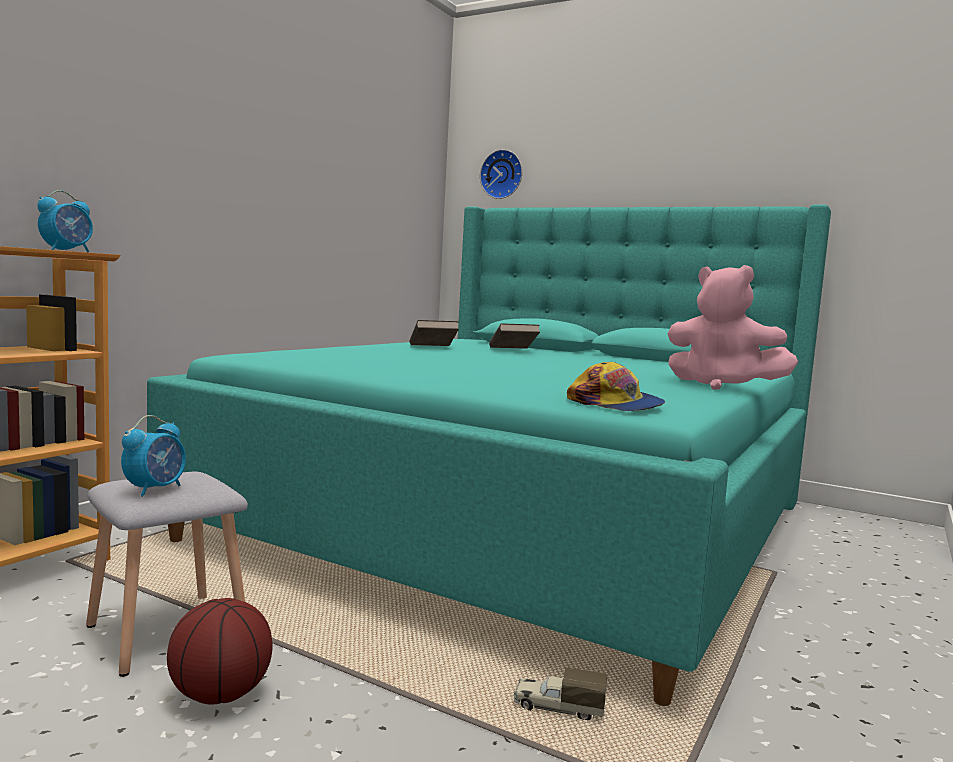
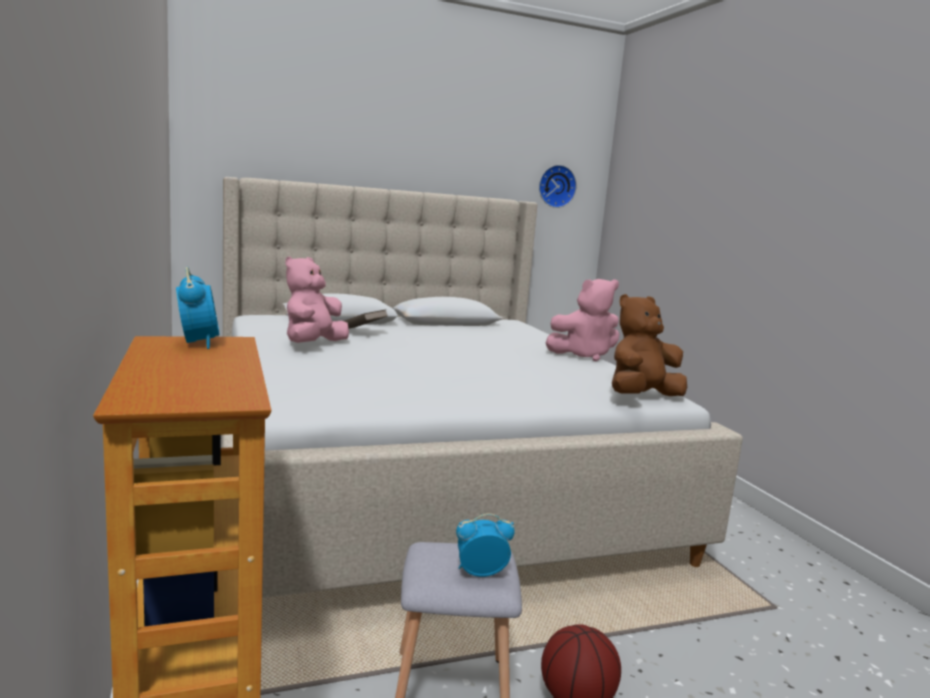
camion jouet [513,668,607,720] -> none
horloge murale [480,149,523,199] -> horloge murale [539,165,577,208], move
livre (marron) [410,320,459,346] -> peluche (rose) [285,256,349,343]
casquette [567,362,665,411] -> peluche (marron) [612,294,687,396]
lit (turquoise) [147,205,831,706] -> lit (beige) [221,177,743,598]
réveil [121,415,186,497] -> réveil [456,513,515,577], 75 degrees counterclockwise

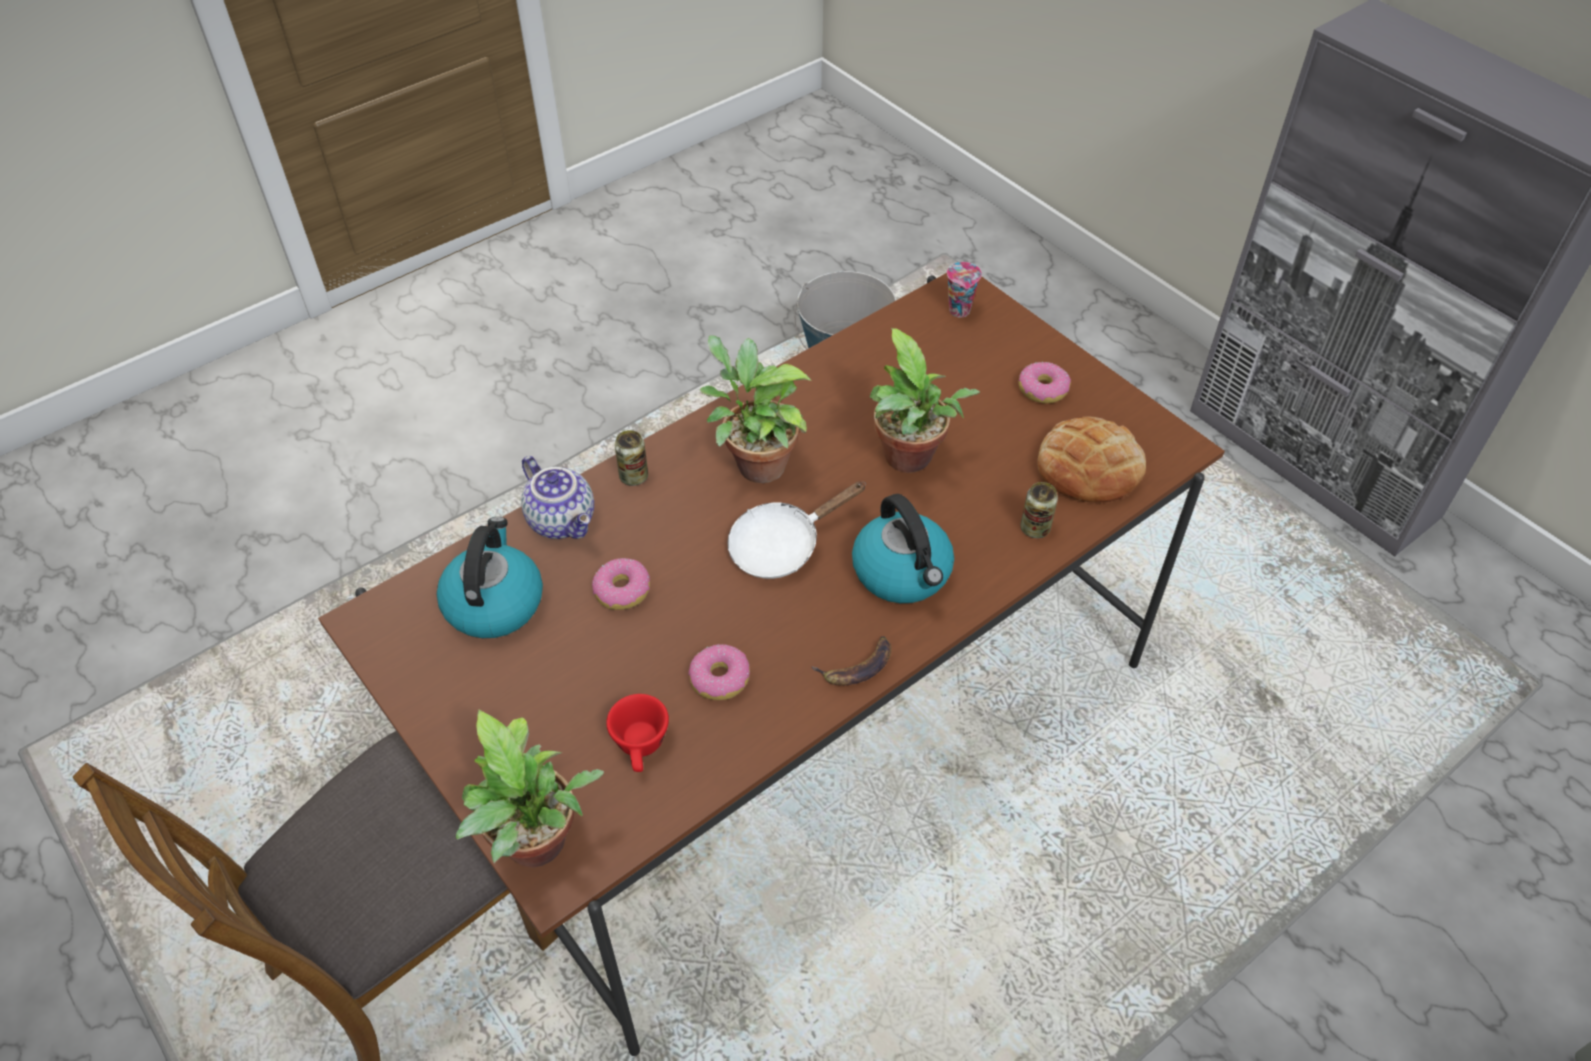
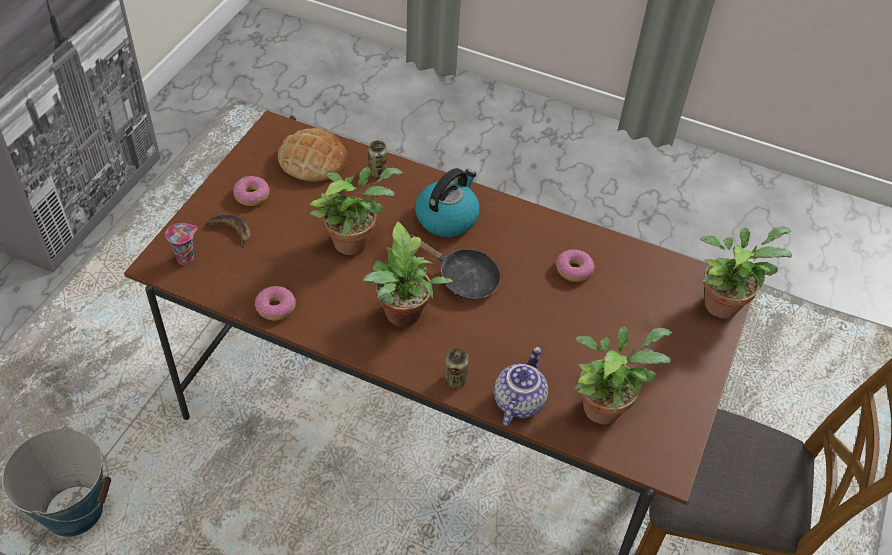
tasse (rouge) [606,694,669,772] -> none
beignet [592,558,650,610] -> beignet [255,286,296,321], move
banane [811,636,892,685] -> banane [206,215,251,250], move
bouilloire [436,517,543,638] -> plante en pot [575,327,672,424]
poêle (blanc) [727,481,866,579] -> poêle (noir) [410,234,501,300]

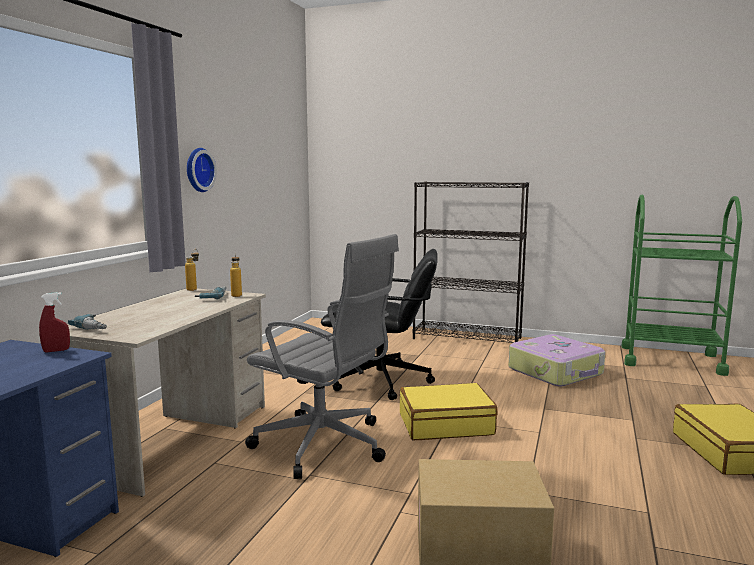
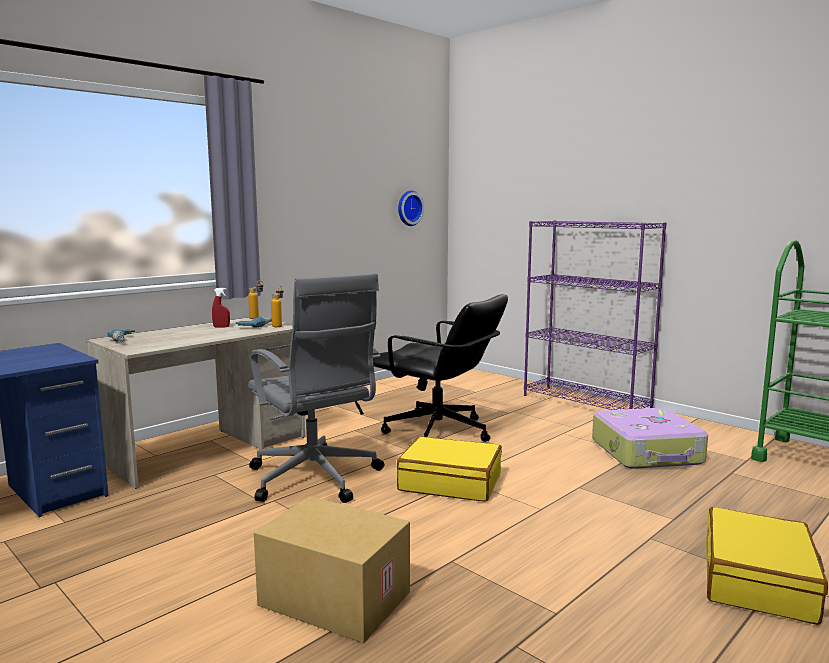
vaporisateur (rouge) [39,292,70,352] -> vaporisateur (rouge) [212,288,230,327], move
horloge murale [187,148,217,192] -> horloge murale [398,191,424,226], move
bibliothèque (noir) [413,181,529,343] -> bibliothèque (violet) [524,220,667,410]

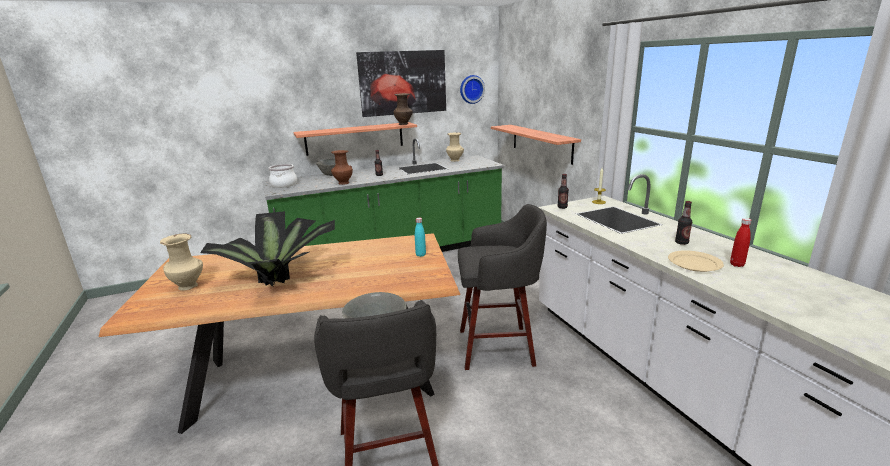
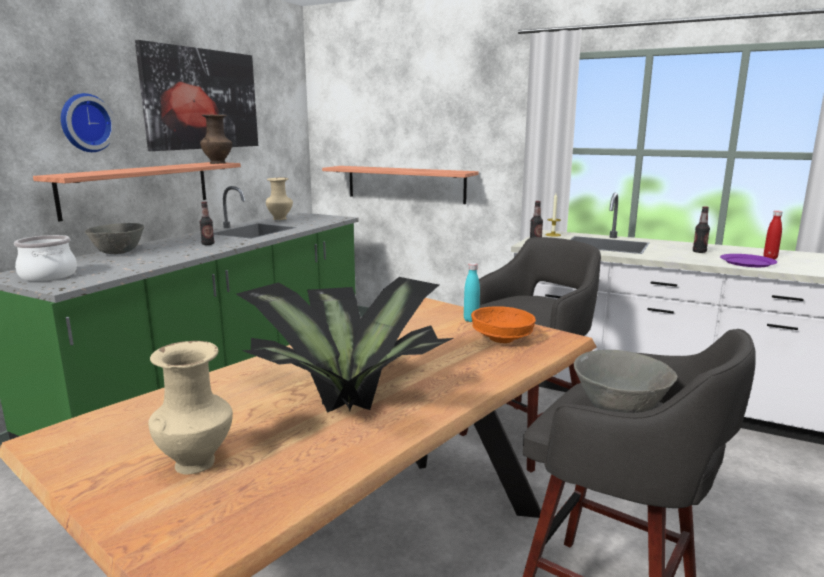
vase (marron) [331,150,353,185] -> none
none -> bol (orange) [471,306,536,343]
horloge murale [460,75,485,104] -> horloge murale [61,93,116,152], move
assiette (beige) [668,250,724,272] -> assiette (violet) [720,254,777,267]

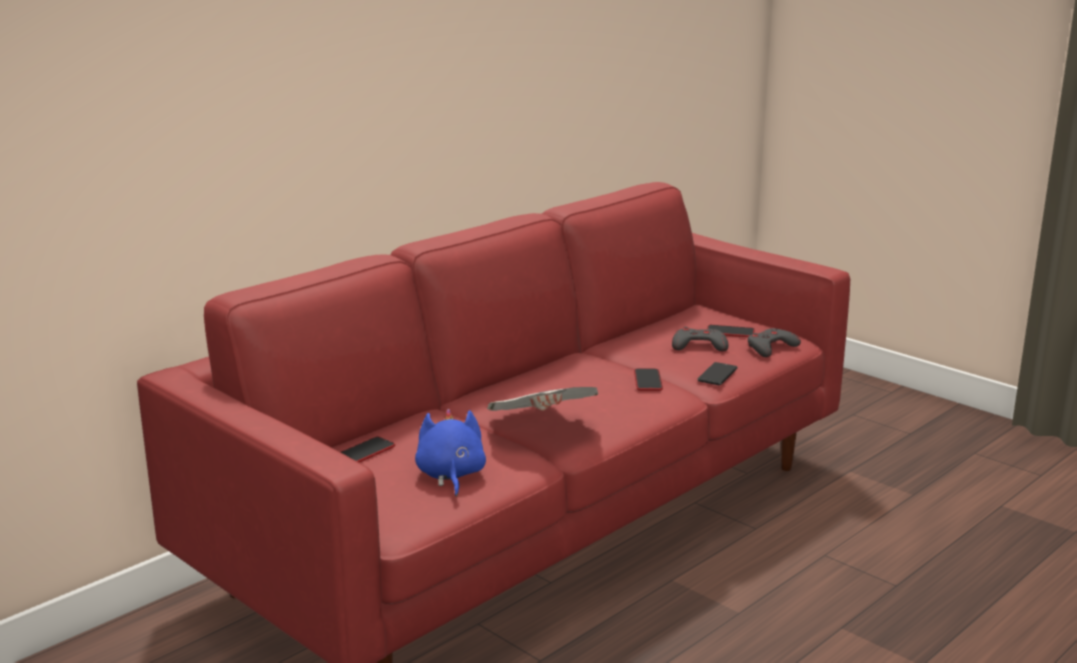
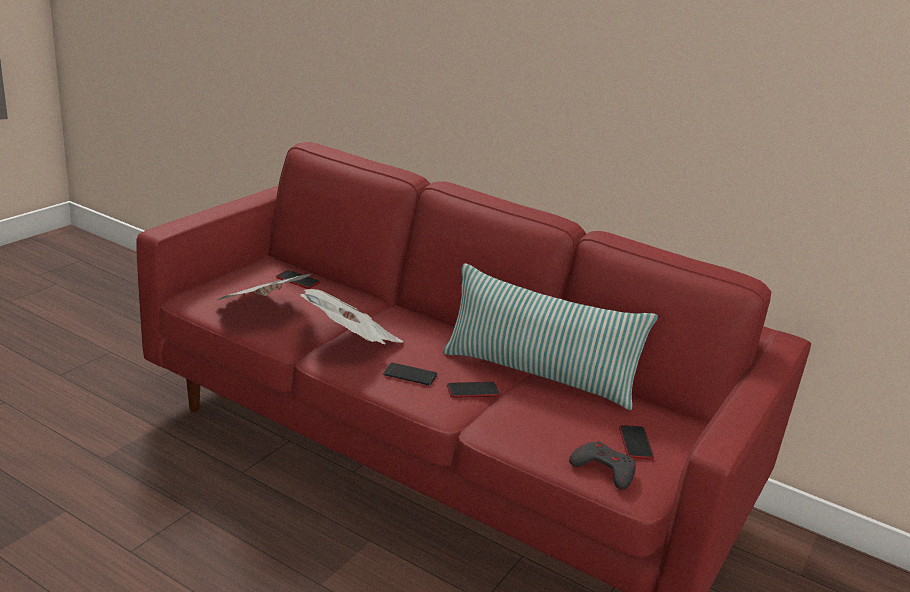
manette (gris) [672,327,729,351] -> none
none -> coussin [443,263,658,410]
téléphone [697,362,738,385] -> téléphone [383,363,437,385], move
peluche (bleu) [415,409,486,497] -> journal [217,274,311,300]

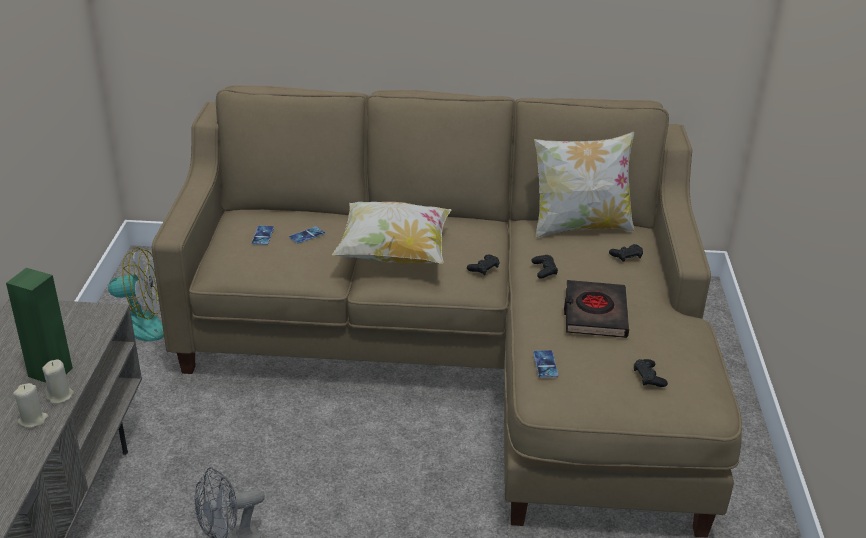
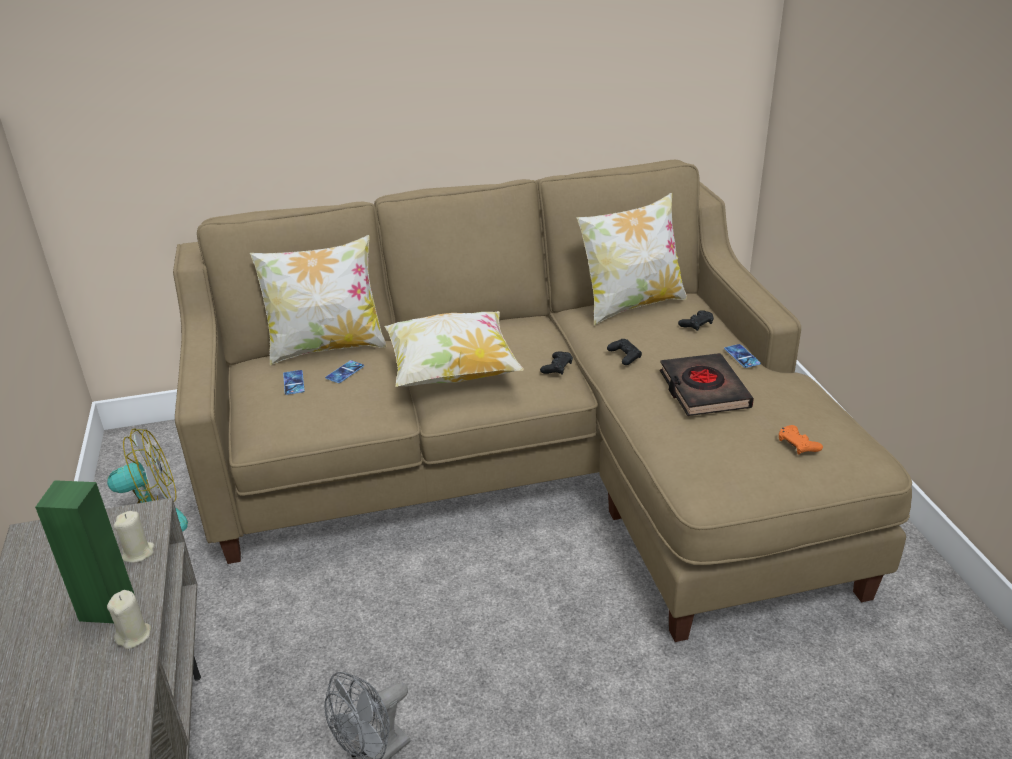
none -> coussin [250,235,387,365]
bougie (beige) [13,383,48,428] -> bougie (beige) [114,511,154,563], move
téléphone [533,350,558,377] -> téléphone [724,344,761,368], move
manette (noir) [634,359,668,387] -> manette (orange) [779,425,823,455]

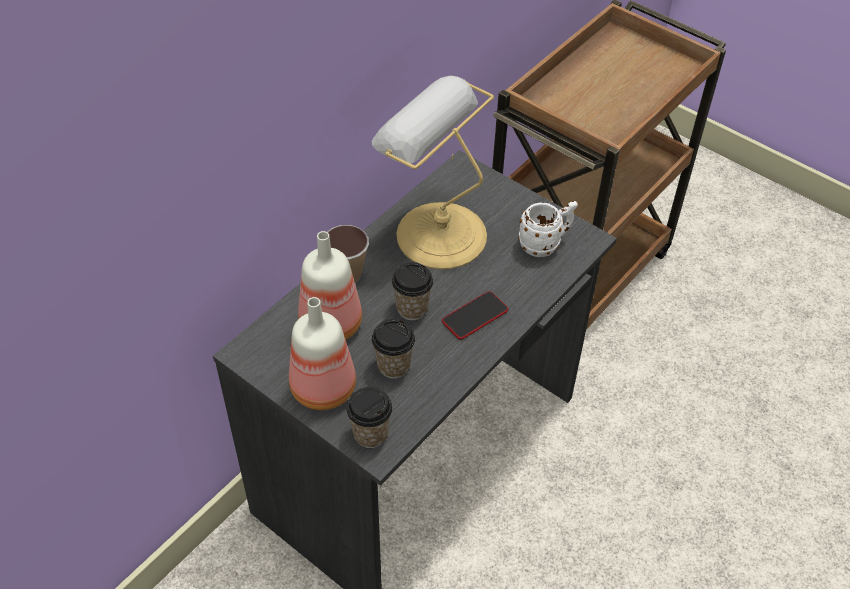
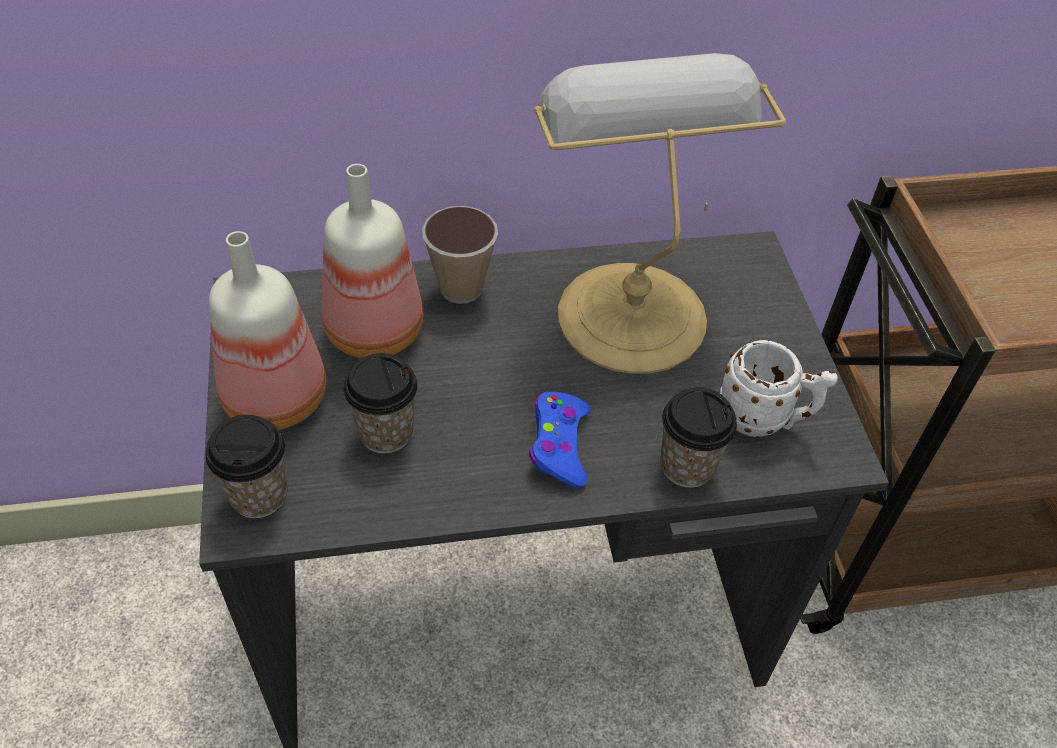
tasse [392,262,433,320] -> tasse [660,387,737,488], move
téléphone [442,291,508,340] -> manette (bleu) [529,392,591,488]

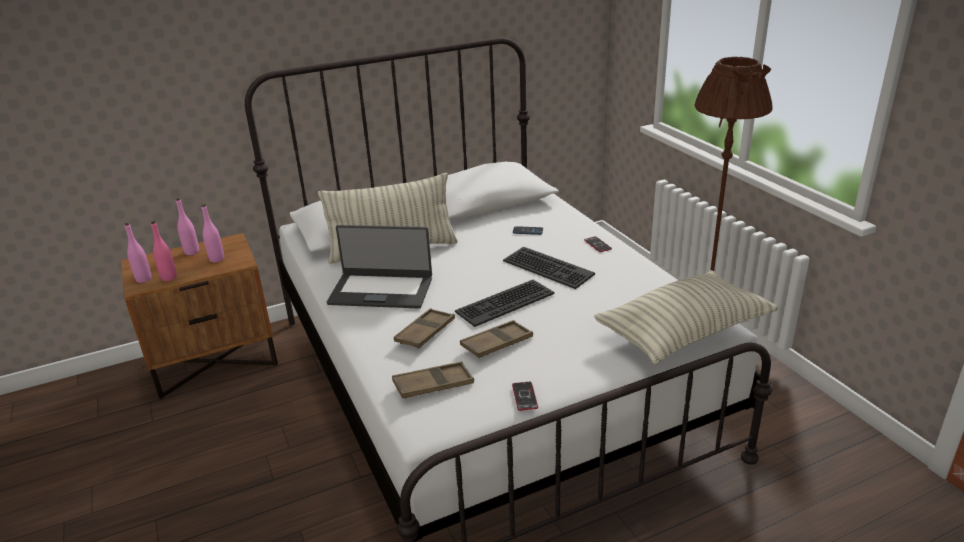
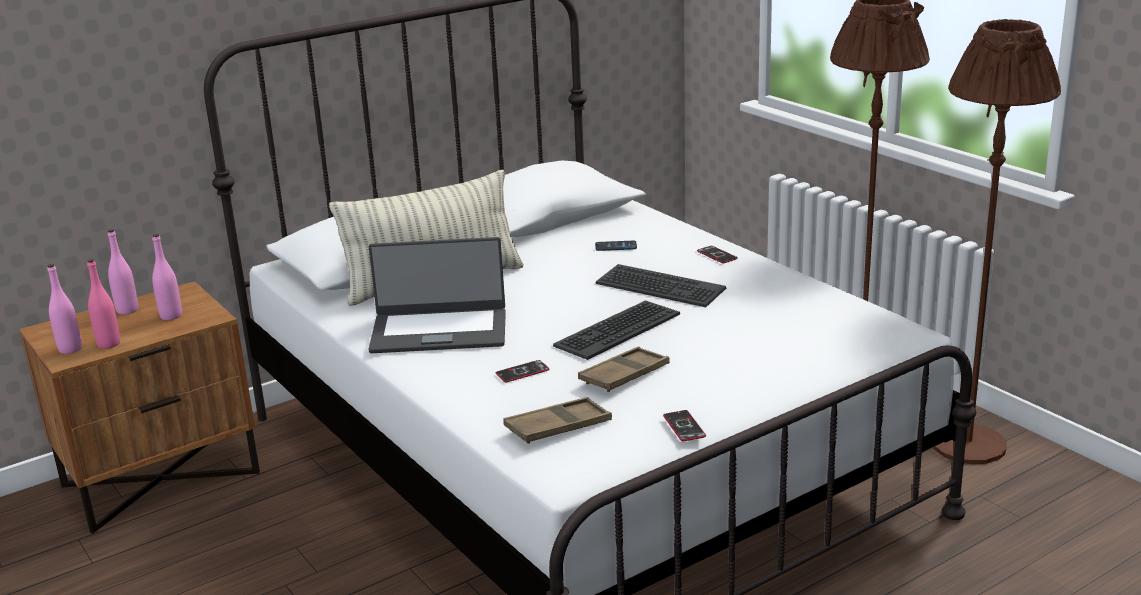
coussin [594,270,778,364] -> none
none -> lampadaire (marron) [933,19,1061,464]
plateau (marron) [394,308,455,349] -> téléphone [496,360,549,382]

